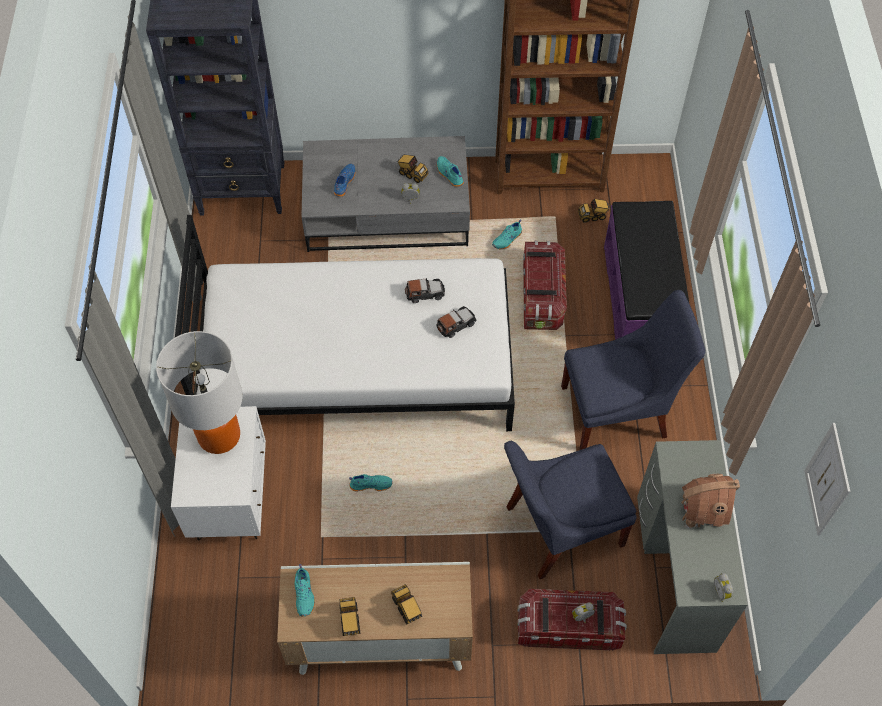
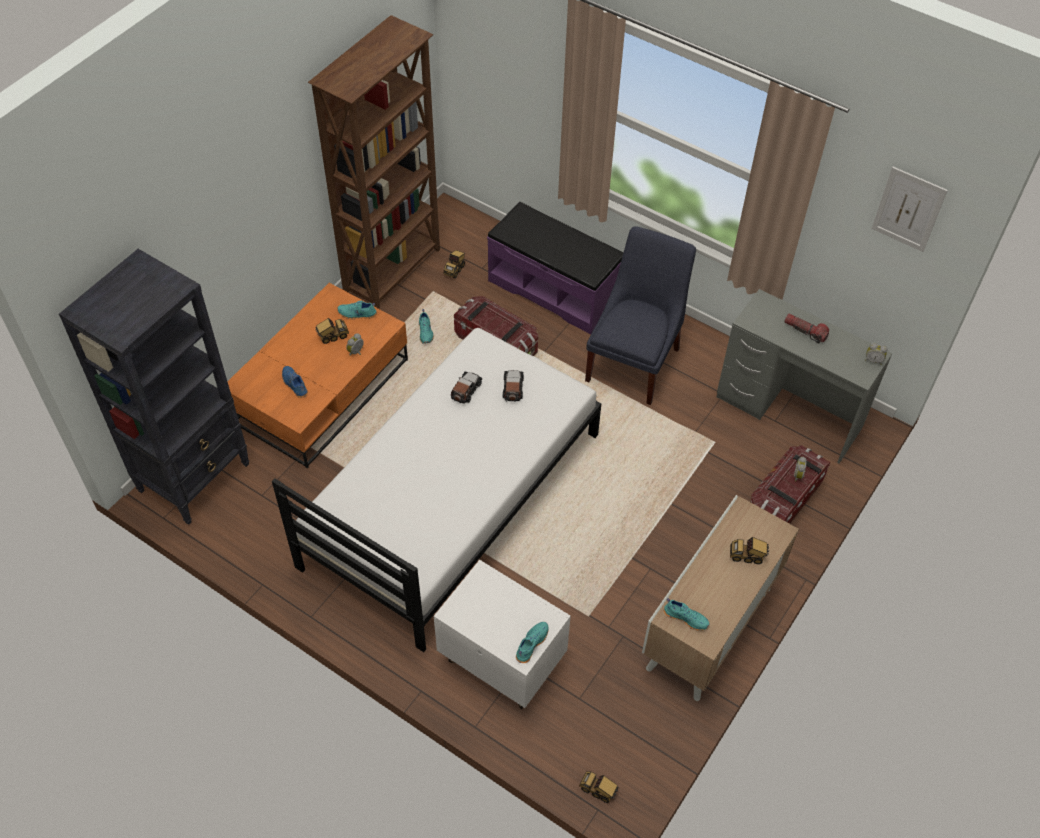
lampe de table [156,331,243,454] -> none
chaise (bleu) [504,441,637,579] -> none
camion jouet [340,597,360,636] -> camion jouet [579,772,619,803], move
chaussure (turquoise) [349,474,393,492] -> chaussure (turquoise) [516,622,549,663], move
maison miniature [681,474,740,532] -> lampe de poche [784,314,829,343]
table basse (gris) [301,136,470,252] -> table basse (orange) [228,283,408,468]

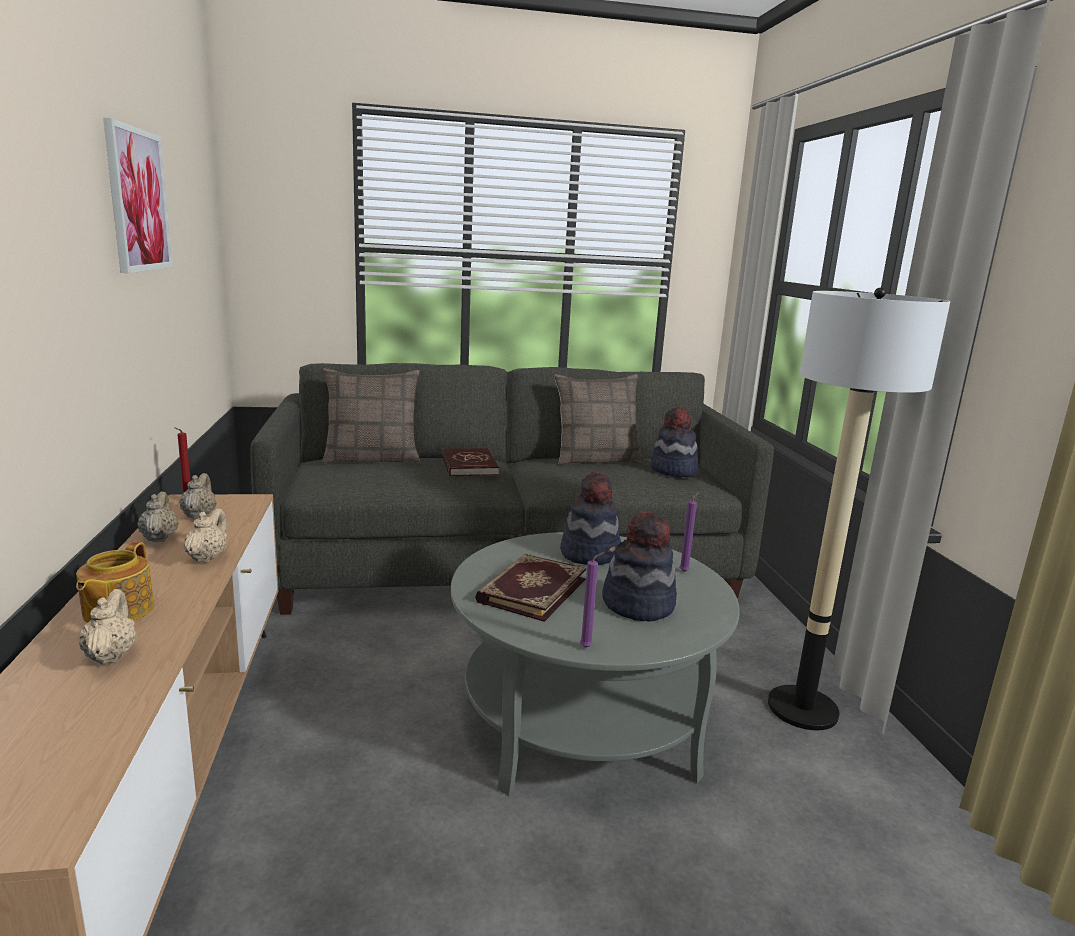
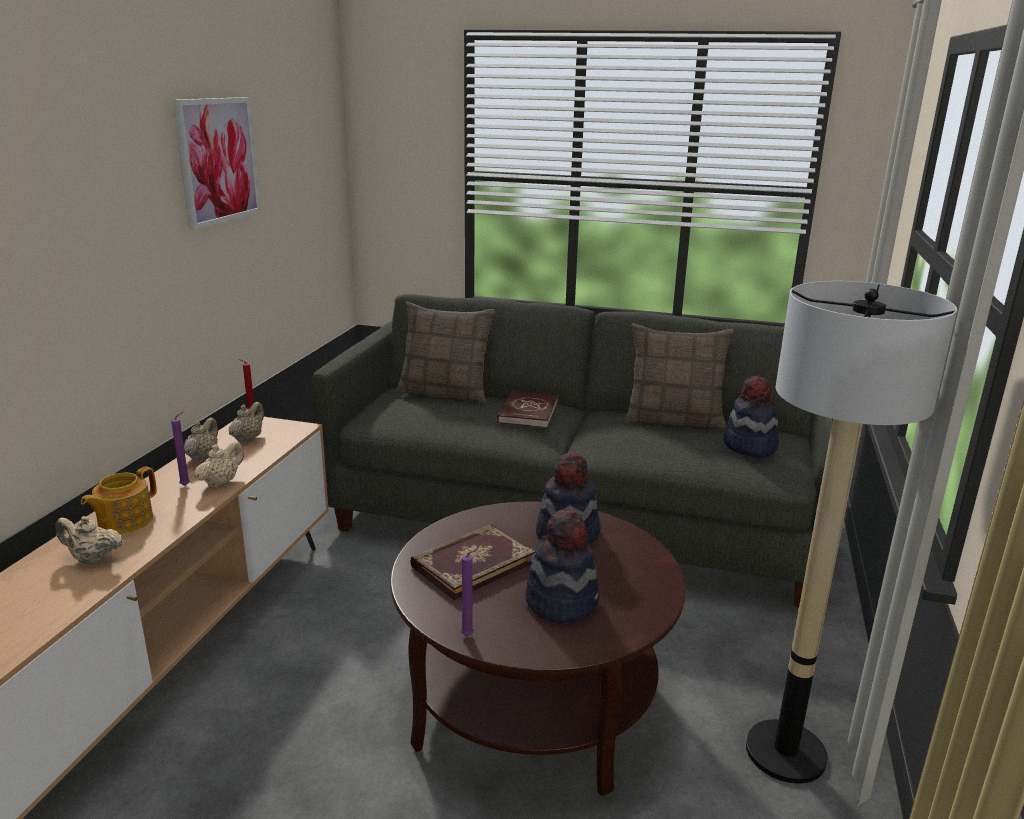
bougie (violet) [679,492,699,572] -> bougie (violet) [171,412,190,486], move
table basse (gris) [451,532,740,796] -> table basse (marron) [390,502,686,796]
théière (beige) [78,589,137,665] -> théière (beige) [55,516,124,565], 90 degrees counterclockwise

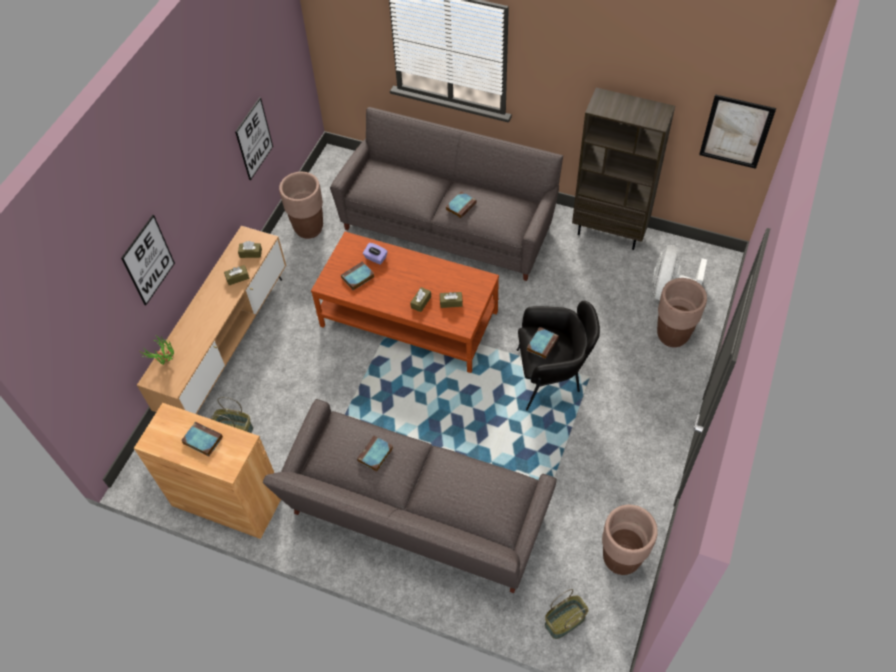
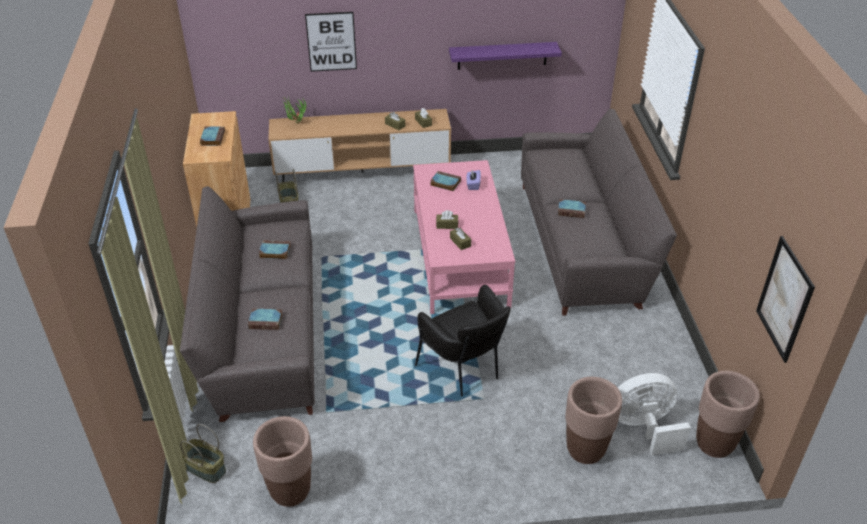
bibliothèque (marron) [572,88,675,250] -> none
cache-pot (marron) [279,172,323,239] -> cache-pot (marron) [696,371,760,458], move
livre [527,327,559,359] -> livre [248,308,283,330], move
tableau [235,97,273,180] -> étagère (violet) [449,42,562,70]
table basse (marron) [311,231,499,373] -> table basse (rose) [413,160,515,314]

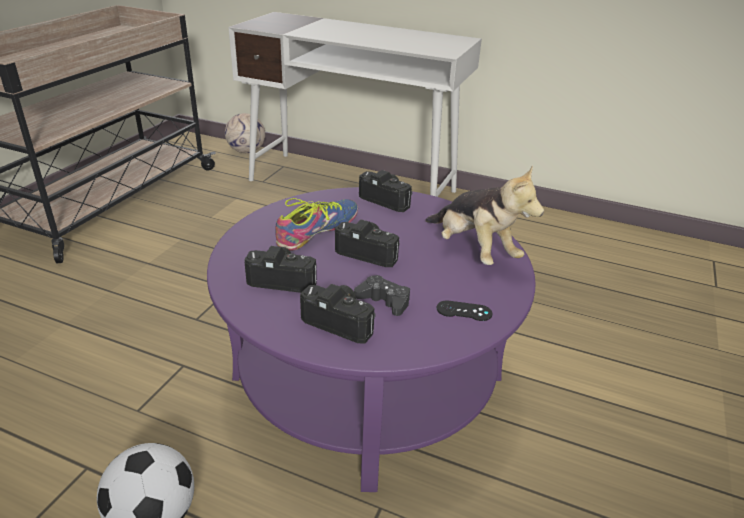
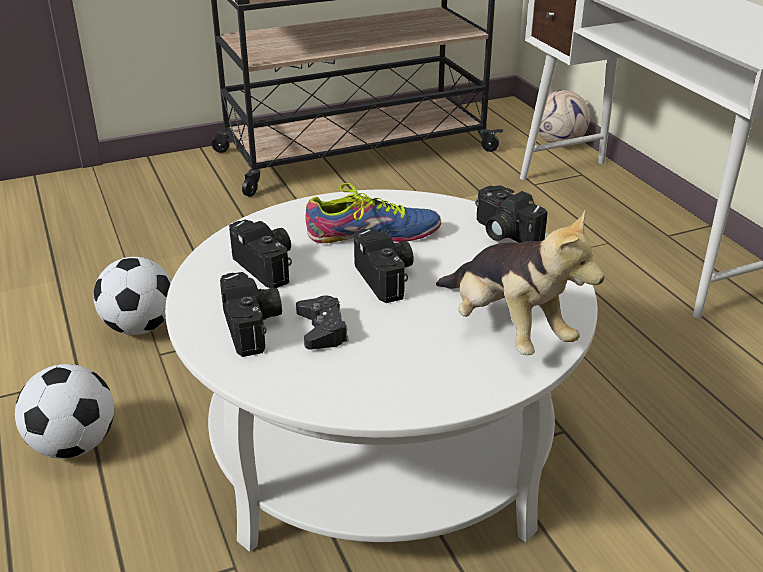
manette (noir) [436,300,493,321] -> none
none -> ballon de foot [93,257,172,335]
table basse (violet) [207,187,536,492] -> table basse (blanc) [165,190,598,552]
appareil photo [359,170,412,212] -> appareil photo [475,185,547,243], 150 degrees clockwise
peluche [425,165,544,265] -> peluche [436,210,605,355], 45 degrees counterclockwise

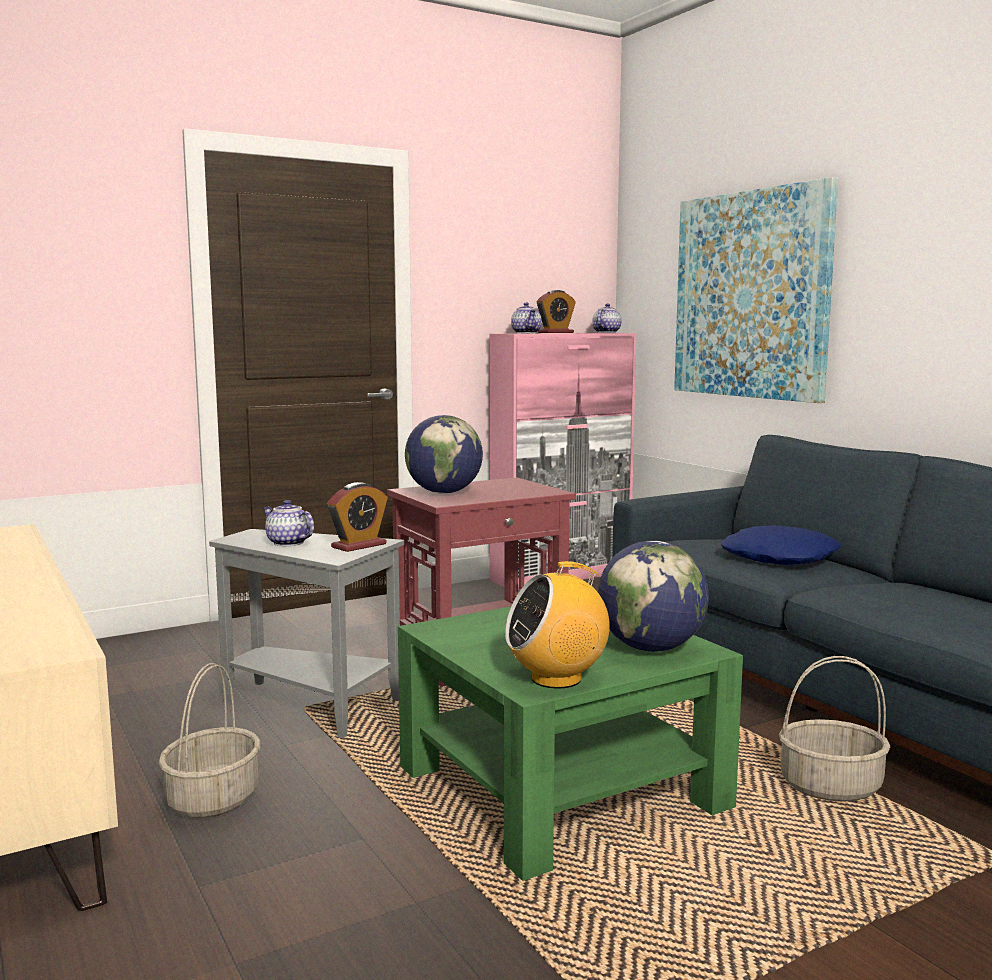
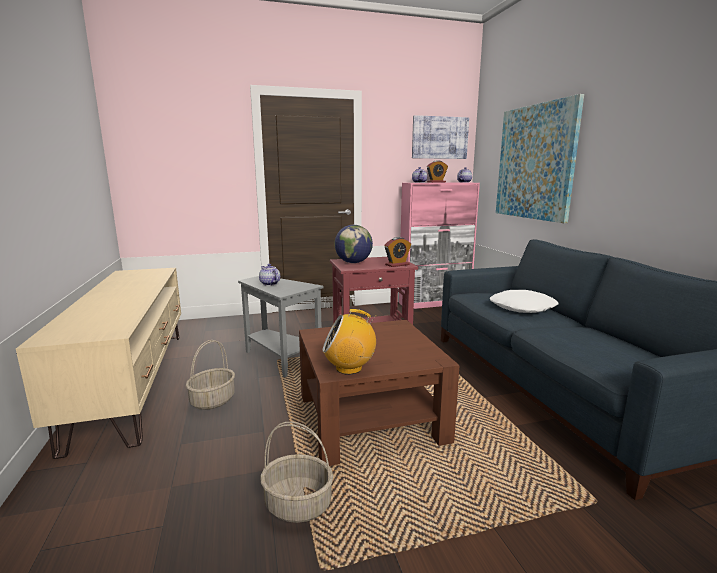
globe [598,541,709,652] -> none
none -> tableau [412,115,469,159]
réveil [327,482,388,552] -> réveil [384,237,411,267], move
panier [779,656,890,802] -> panier [260,422,333,523], move
table basse (vert) [398,606,743,881] -> table basse (marron) [299,320,460,466]
coussin (bleu) [721,525,841,565] -> coussin (blanc) [490,290,559,313]

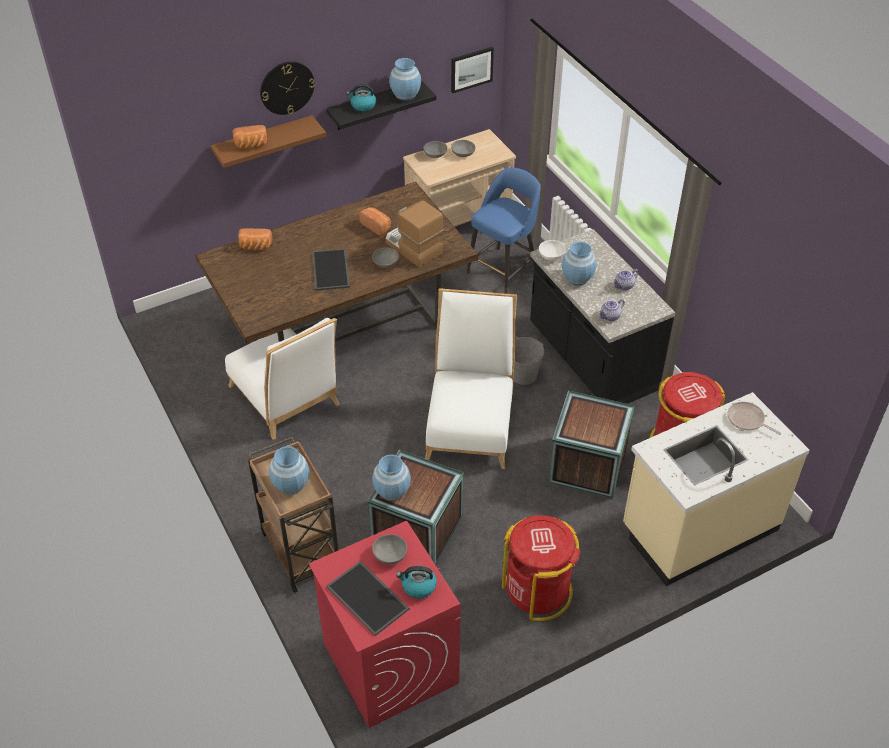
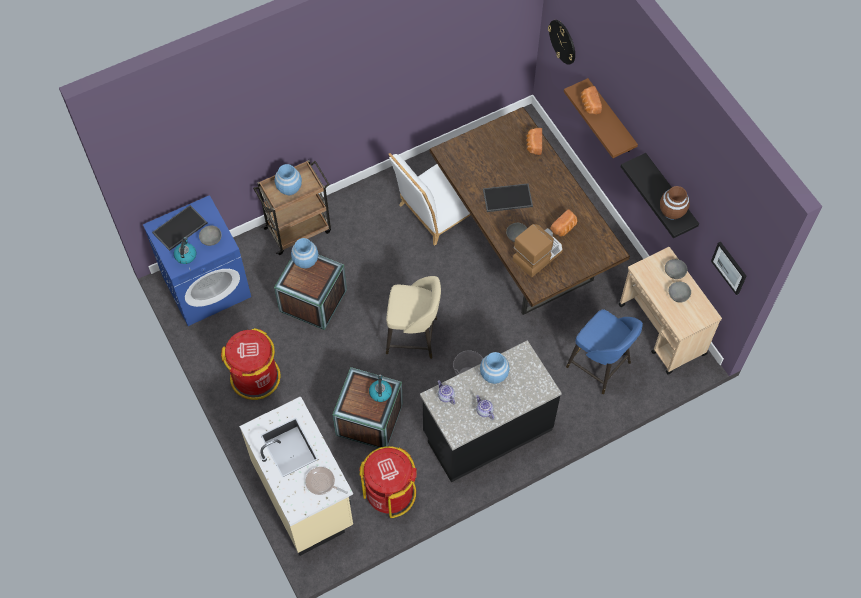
bol (blanc) [539,240,565,260] -> none
horloge murale [260,62,315,115] -> horloge murale [548,20,575,65], move
bouilloire [346,84,376,111] -> bouilloire [369,374,392,402], move
chaise (blanc) [425,288,517,469] -> tabouret (beige) [386,276,441,359]
lave-linge (rouge) [308,521,461,728] -> lave-linge (bleu) [143,195,251,326]
vase (bleu) [389,58,421,101] -> vase (marron) [660,186,690,220]
poêle [727,402,781,435] -> poêle [305,467,348,495], 105 degrees counterclockwise

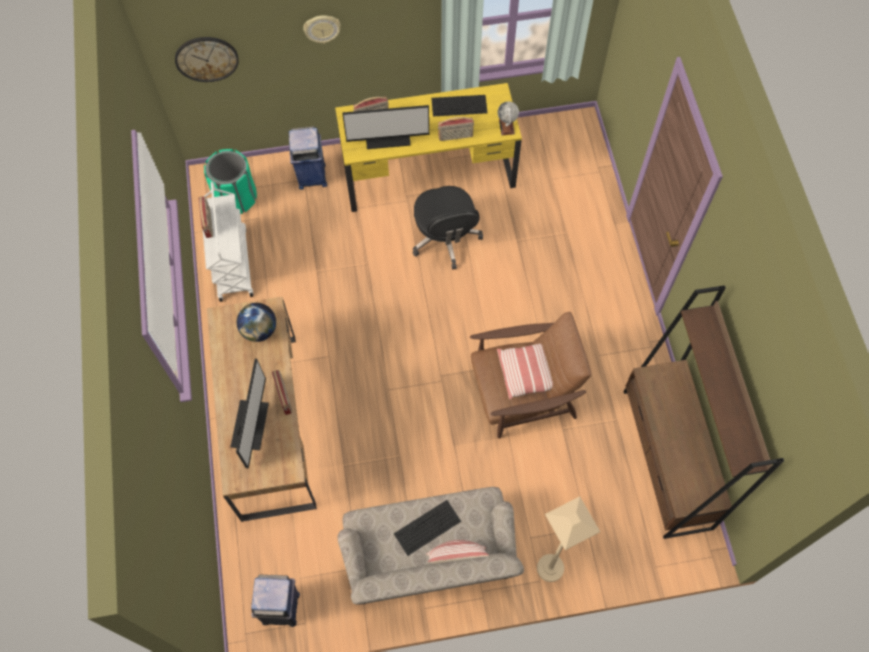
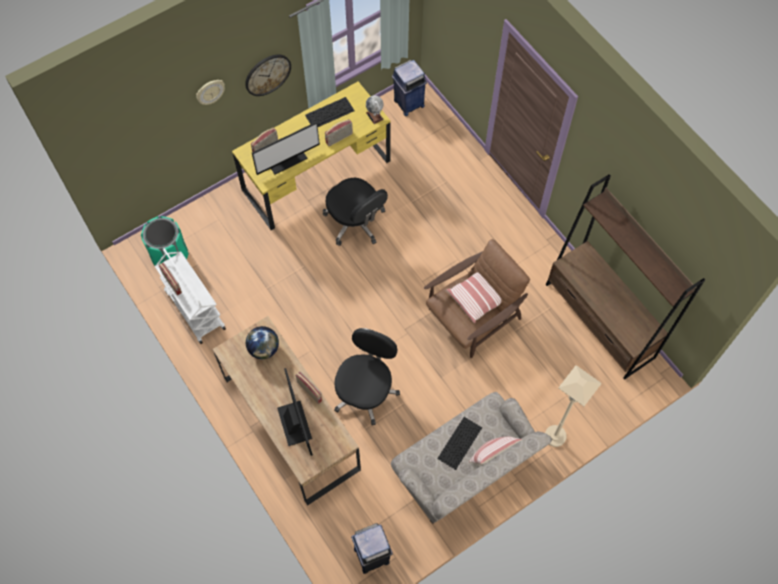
none -> chaise de bureau (noir) [334,328,400,425]
horloge murale [175,37,239,82] -> horloge murale [245,55,291,96], move
poubelle (bleu) [289,126,327,190] -> poubelle (bleu) [392,60,427,116], move

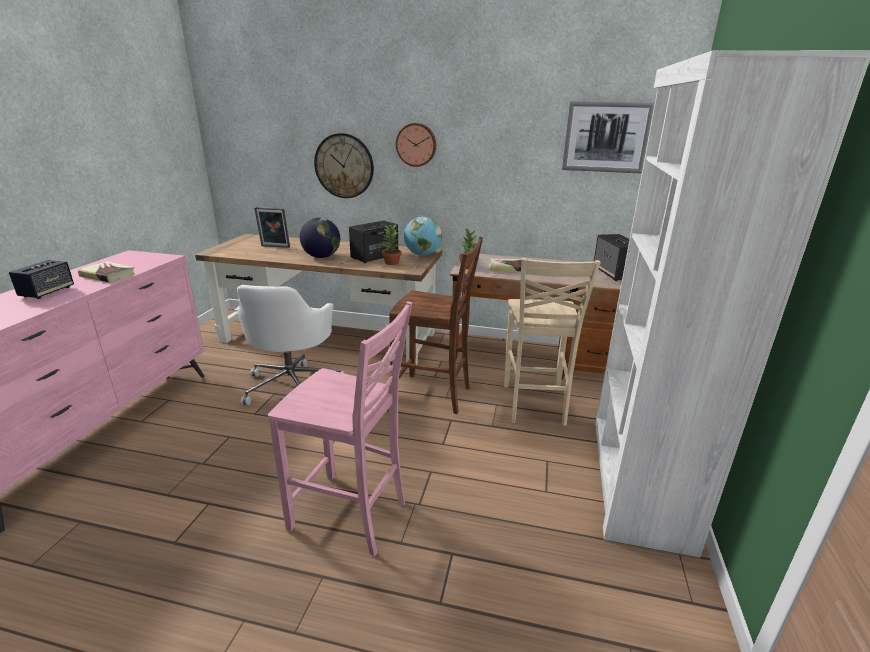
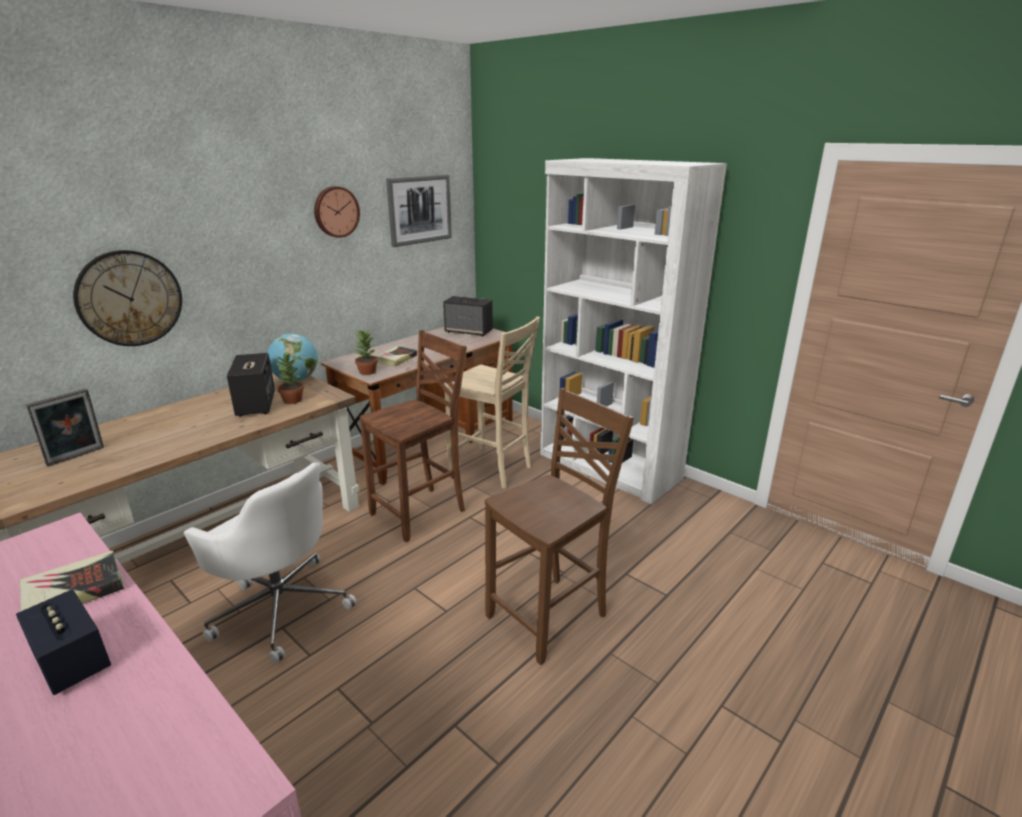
globe [300,218,340,258] -> none
horloge murale [396,123,436,167] -> horloge murale [314,186,360,238], move
chaise (rose) [268,301,412,556] -> chaise (marron) [485,388,634,665]

